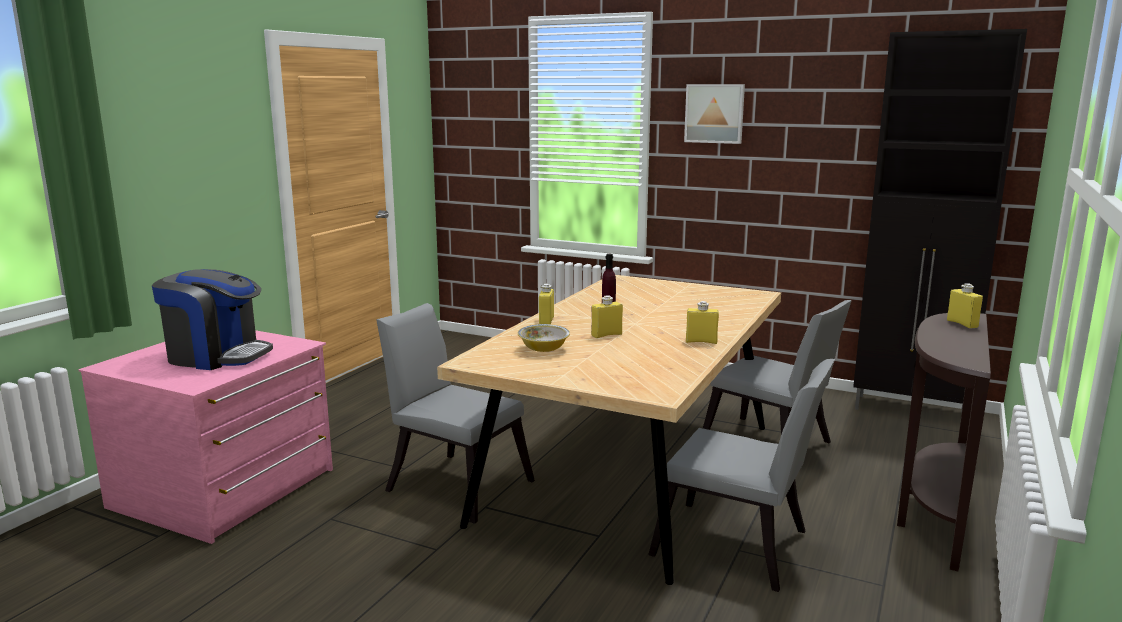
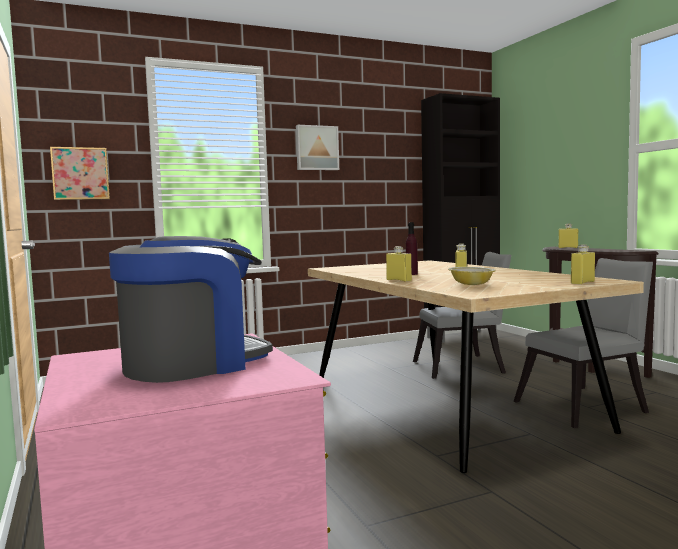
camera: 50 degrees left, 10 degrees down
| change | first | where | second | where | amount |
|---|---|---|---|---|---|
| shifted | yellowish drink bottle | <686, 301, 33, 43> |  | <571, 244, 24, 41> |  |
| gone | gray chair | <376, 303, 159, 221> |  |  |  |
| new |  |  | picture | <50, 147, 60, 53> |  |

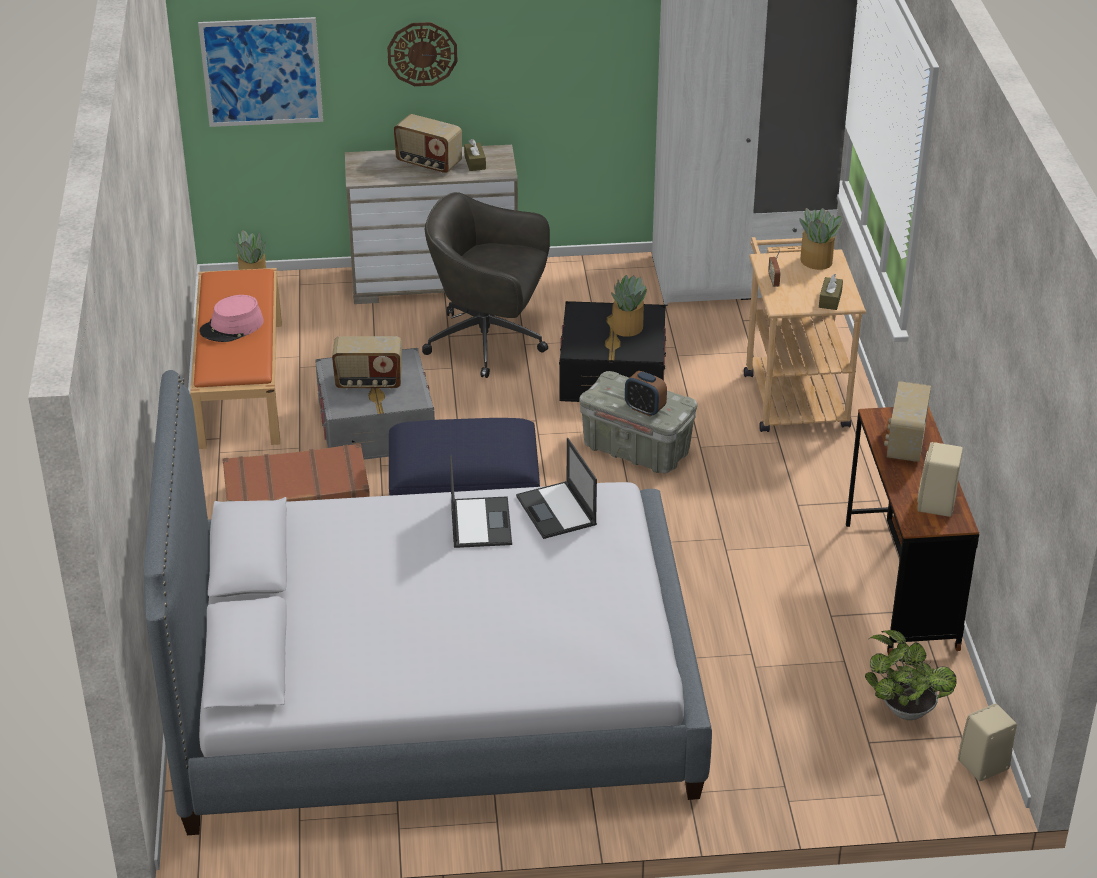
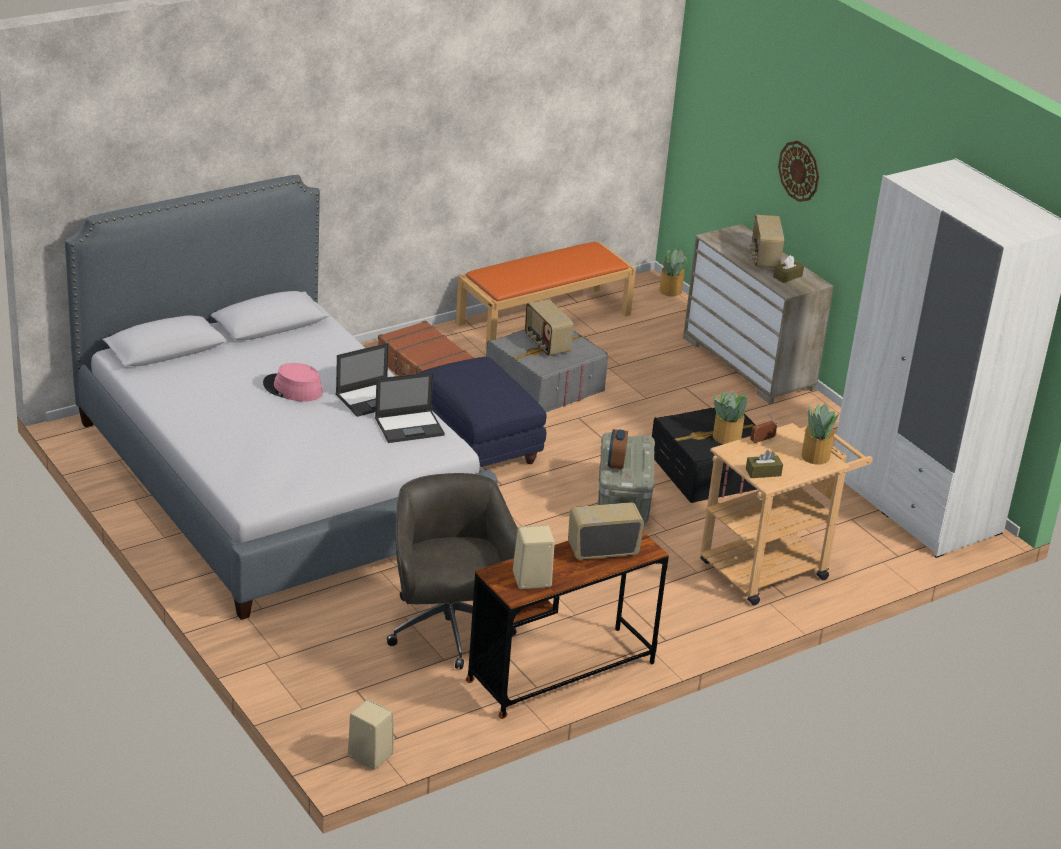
camera: 60 degrees right, 5 degrees down
| change | first | where | second | where | amount |
|---|---|---|---|---|---|
| gone | picture | <198, 17, 125, 110> |  |  |  |
| shifted | gray computer chair | <422, 192, 128, 186> |  | <387, 473, 131, 197> |  |
| shifted | pinkish clothing hat | <200, 295, 64, 47> |  | <263, 363, 60, 39> |  |
| rotated | notebook computer | <516, 438, 81, 101> |  | <375, 372, 70, 71> | 150 degrees counterclockwise |
| gone | potted plant | <865, 630, 92, 90> |  |  |  |

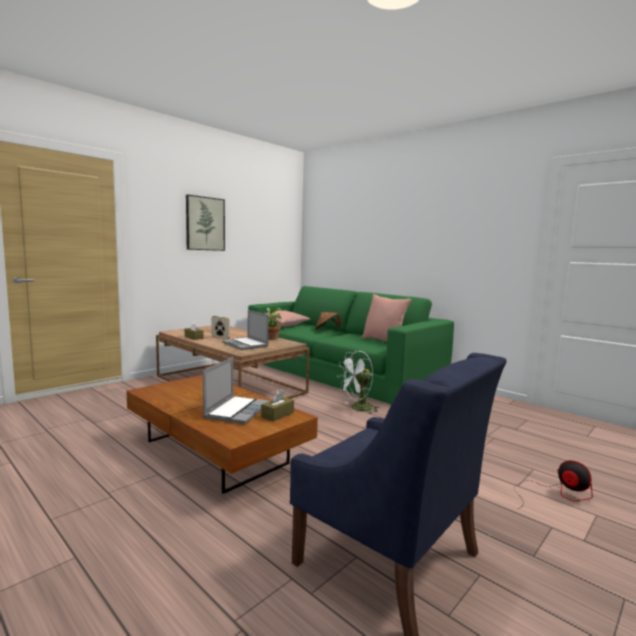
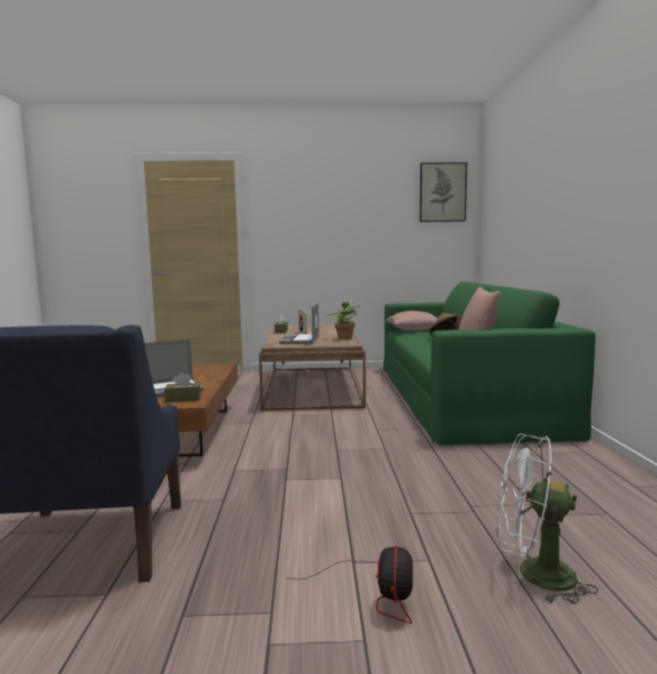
camera: 45 degrees right, 0 degrees up
| change | first | where | second | where | amount |
|---|---|---|---|---|---|
| shifted | picture | <186, 194, 39, 57> |  | <420, 162, 47, 60> |  |
| shifted | white-coloured cooling fan | <337, 351, 43, 63> |  | <497, 434, 101, 170> |  |

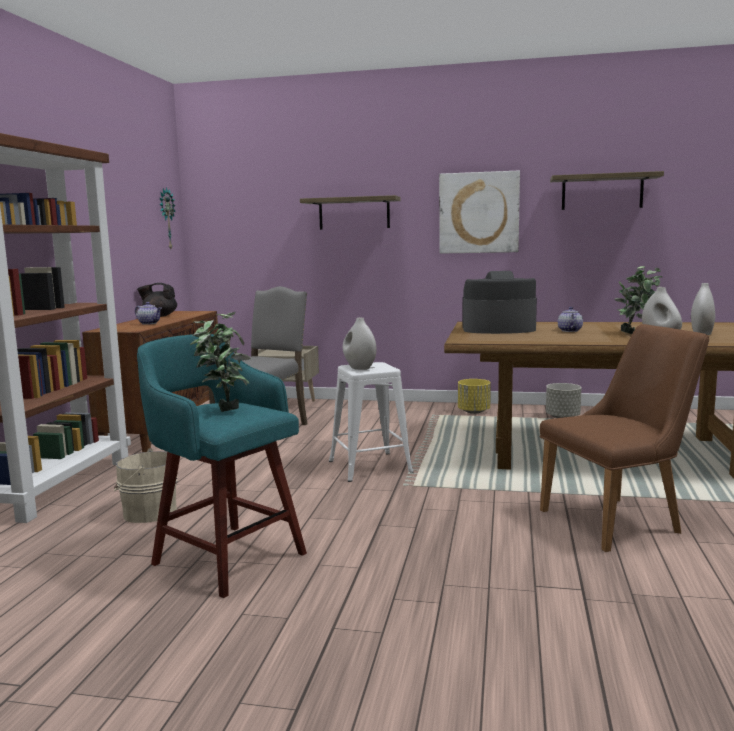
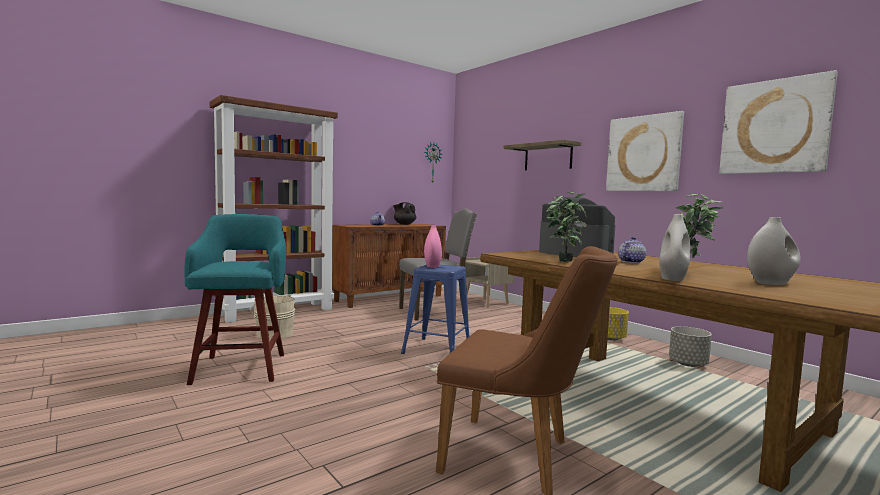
camera: 40 degrees right, 5 degrees down
| change | first | where | second | where | amount |
|---|---|---|---|---|---|
| swapped | wall shelf | <550, 171, 114, 39> | picture | <719, 70, 119, 104> |  |
| shifted | potted plant | <190, 312, 61, 100> |  | <546, 192, 41, 70> |  |
| repainted | white-coloured flower vase | <343, 318, 34, 52> | pinkish flower vase | <424, 226, 18, 42> |  |
| repainted | white-coloured sitting stool | <329, 362, 85, 120> | blue-coloured sitting stool | <401, 265, 68, 89> |  |

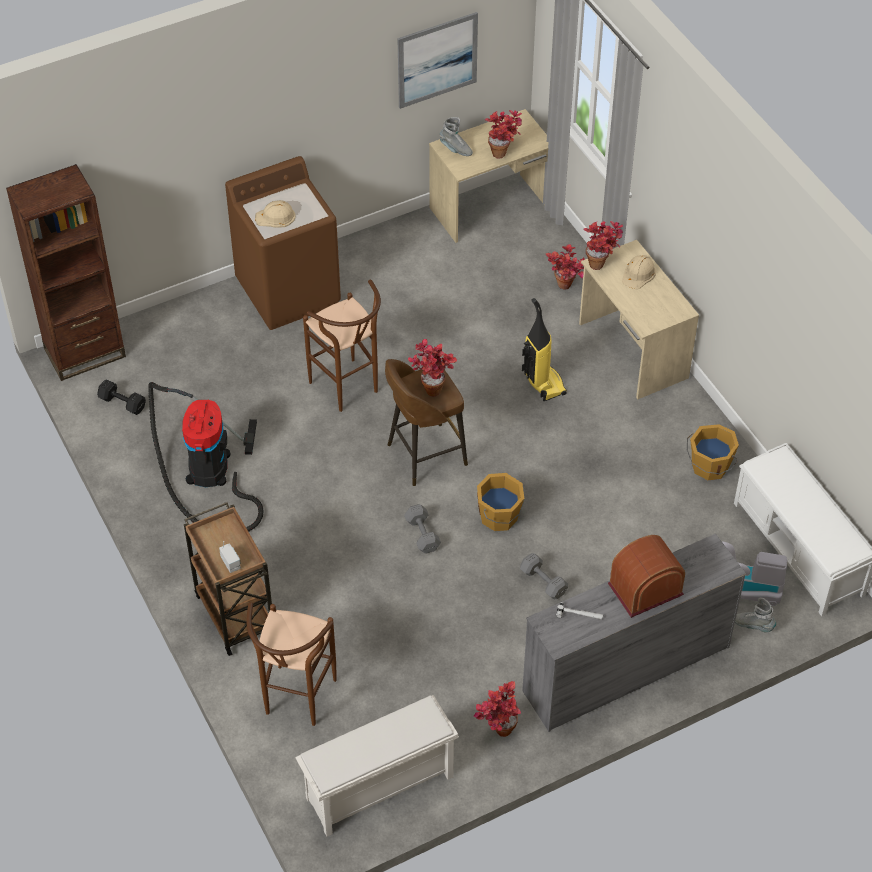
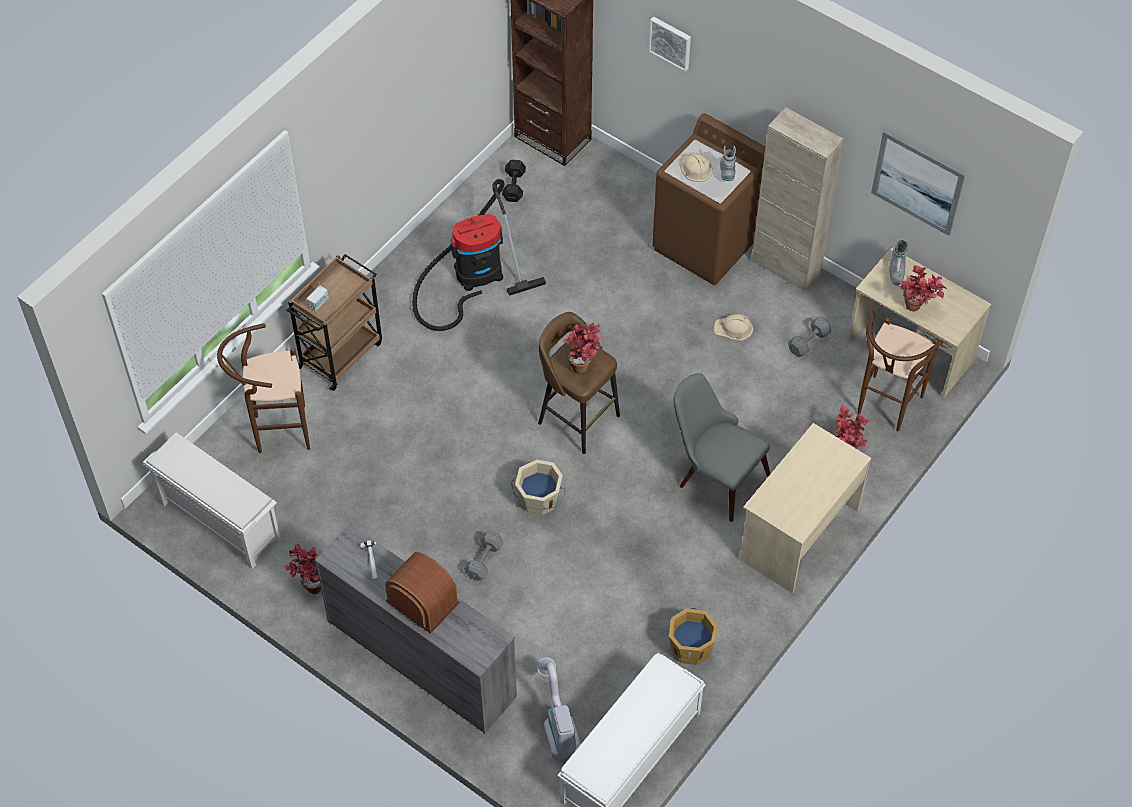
camera: 65 degrees right, 5 degrees up
| change | first | where | second | where | amount |
|---|---|---|---|---|---|
| gone | potted plant | <584, 221, 39, 49> |  |  |  |
| shifted | beige-coloured hard hat | <622, 255, 34, 34> |  | <714, 314, 39, 27> |  |
| shifted | brown-coloured sitting stool | <303, 280, 78, 132> |  | <857, 311, 86, 120> |  |
| swapped | hoover | <522, 298, 45, 103> | gray chair | <673, 373, 97, 149> |  |
| repainted | orange bucket | <477, 473, 47, 58> | beige-coloured bucket | <511, 460, 55, 55> |  |
| shifted | gray hand weight | <404, 504, 37, 50> |  | <788, 317, 43, 40> |  |
| shifted | gray tall boot | <735, 597, 41, 36> |  | <720, 146, 16, 35> |  |
| new |  |  | picture | <649, 17, 42, 55> |  |
| new |  |  | beige-coloured cabinet | <752, 107, 92, 185> |  |

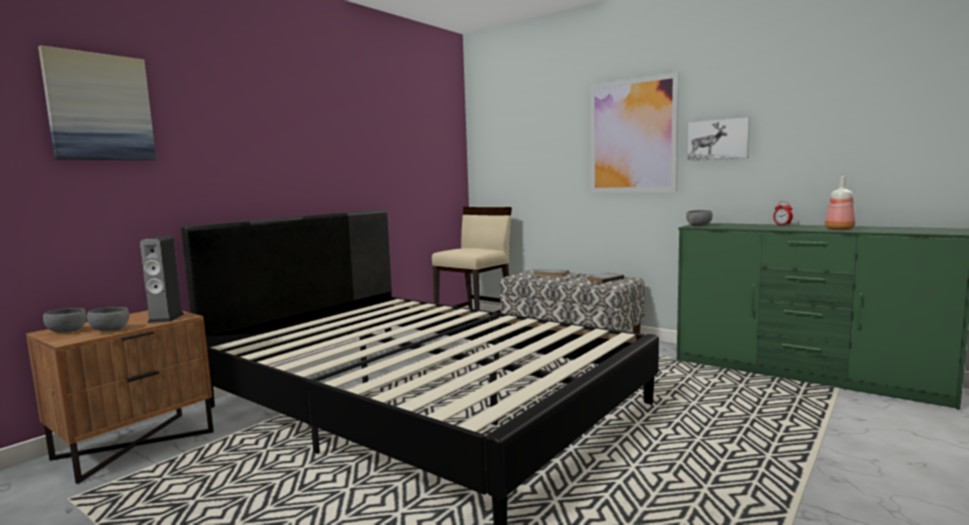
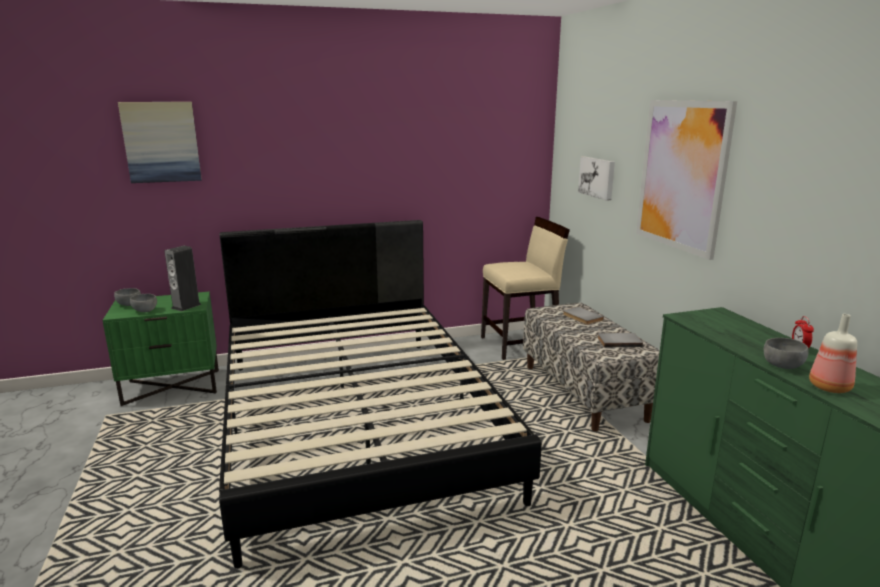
camera: 35 degrees right, 10 degrees up
| change | first | where | second | where | amount |
|---|---|---|---|---|---|
| shifted | picture | <687, 117, 63, 44> |  | <578, 157, 37, 44> |  |
| shifted | gray serving bowl | <686, 210, 27, 16> |  | <764, 338, 45, 31> |  |
| repainted | brown-coloured night table | <26, 310, 188, 174> | green-coloured night table | <103, 291, 116, 115> |  |

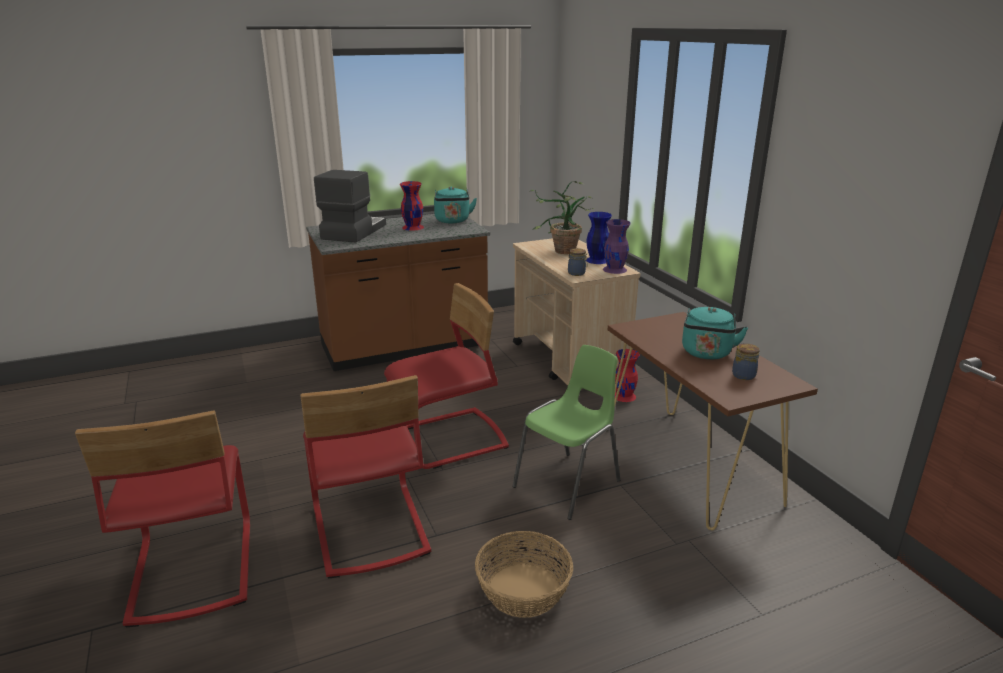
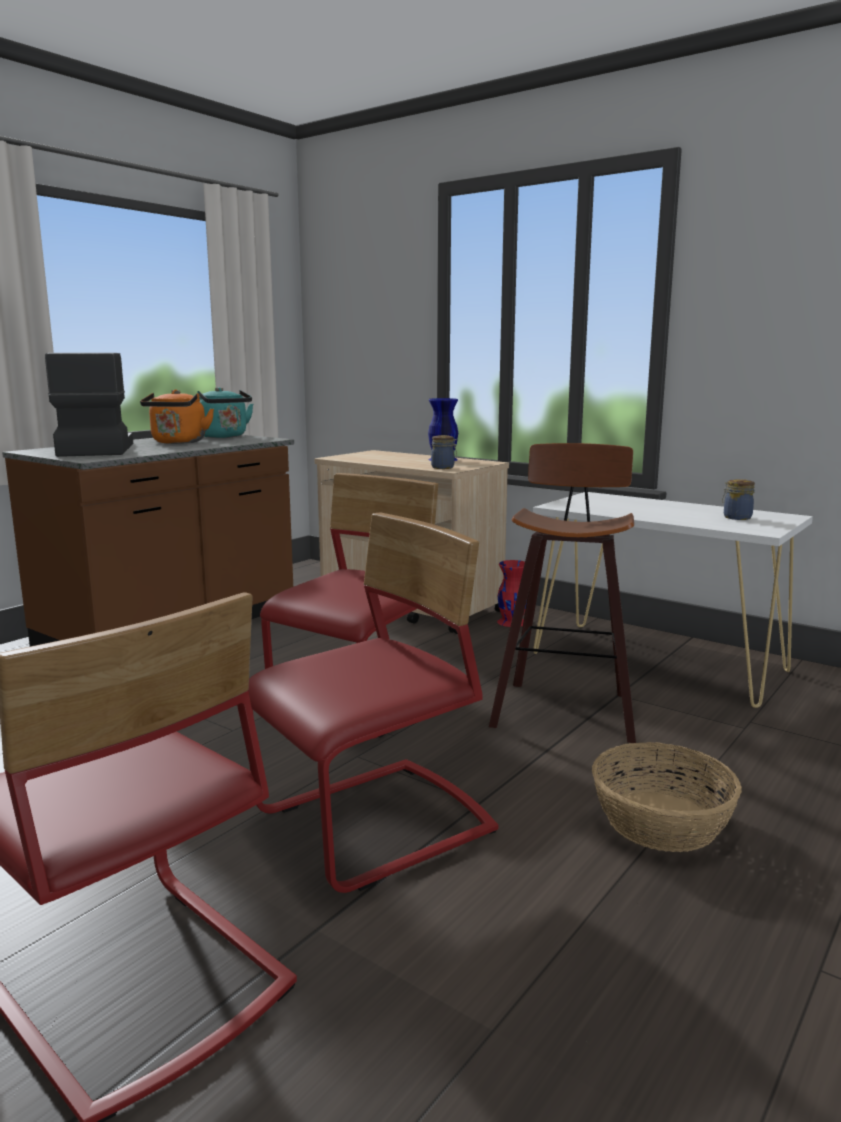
camera: 30 degrees left, 10 degrees down
| change | first | where | second | where | amount |
|---|---|---|---|---|---|
| swapped | reddish flower vase | <400, 181, 24, 50> | orange tea kettle | <140, 390, 74, 54> |  |
| gone | potted plant | <529, 181, 65, 73> |  |  |  |
| gone | purple flower vase | <603, 219, 28, 55> |  |  |  |
| gone | blue-green tea kettle | <682, 307, 66, 52> |  |  |  |
| repainted | brown-coloured hall table | <606, 312, 212, 218> | white-coloured hall table | <533, 492, 280, 216> |  |
| swapped | green-coloured chair | <512, 345, 108, 175> | sitting stool | <489, 443, 147, 300> |  |
| rotated | reddish chair | <300, 375, 131, 204> |  | <248, 512, 250, 381> | 75 degrees counterclockwise |

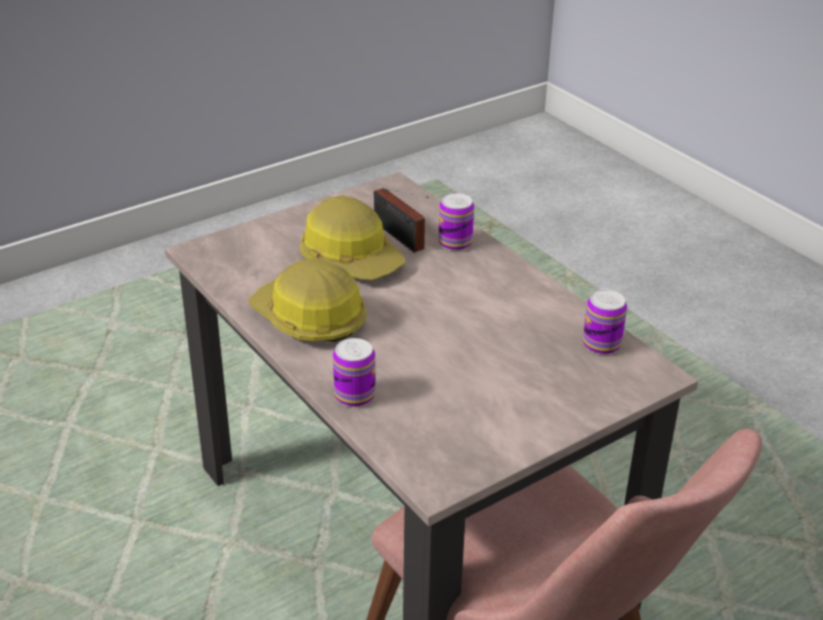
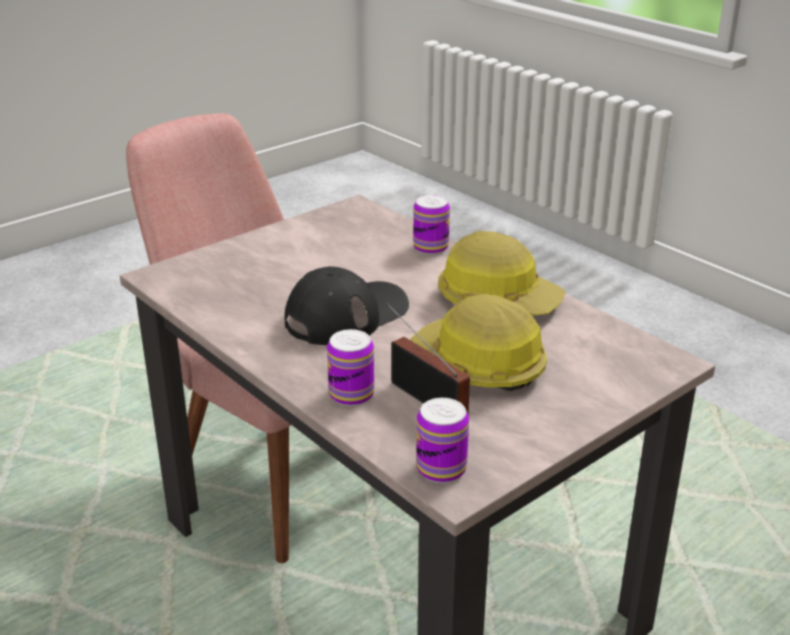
camera: 175 degrees right, 5 degrees down
| change | first | where | second | where | amount |
|---|---|---|---|---|---|
| shifted | can | <583, 290, 44, 65> |  | <416, 398, 53, 85> |  |
| new |  |  | blackish cap | <285, 266, 124, 79> |  |

